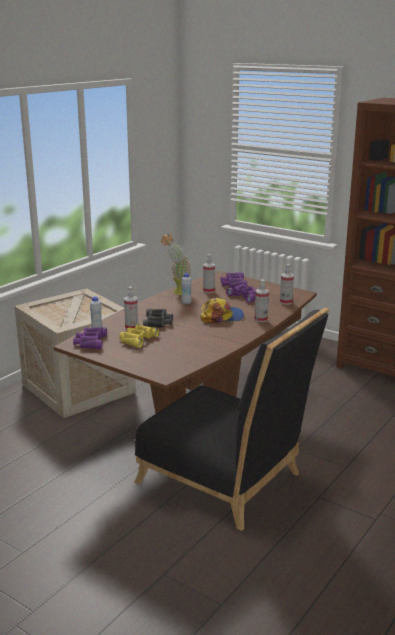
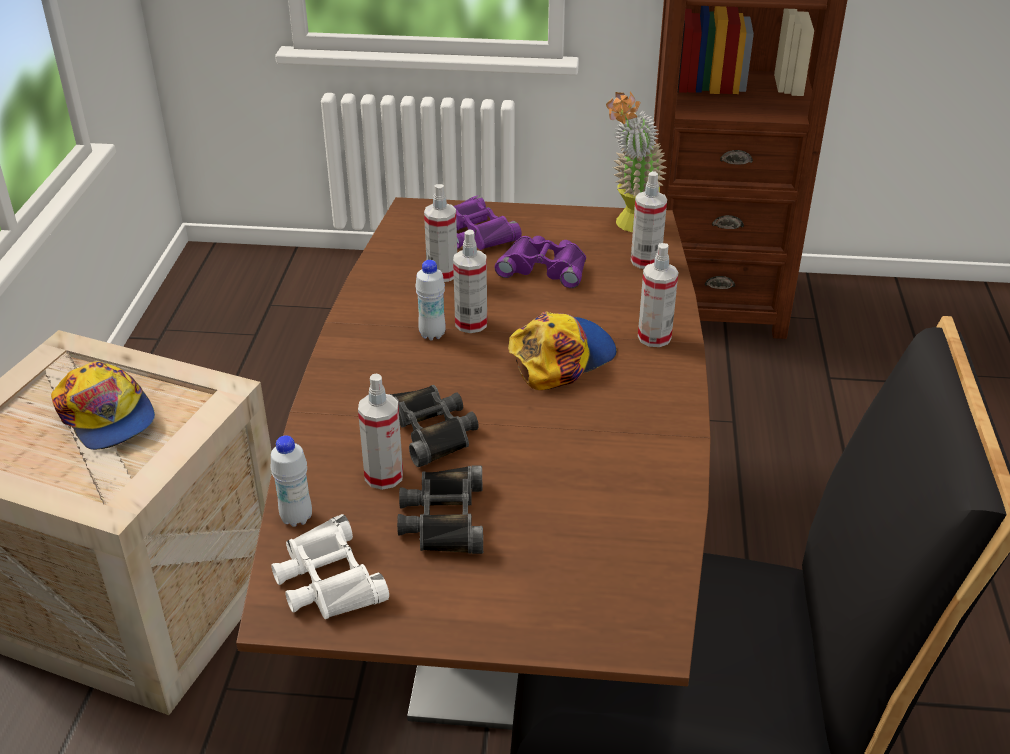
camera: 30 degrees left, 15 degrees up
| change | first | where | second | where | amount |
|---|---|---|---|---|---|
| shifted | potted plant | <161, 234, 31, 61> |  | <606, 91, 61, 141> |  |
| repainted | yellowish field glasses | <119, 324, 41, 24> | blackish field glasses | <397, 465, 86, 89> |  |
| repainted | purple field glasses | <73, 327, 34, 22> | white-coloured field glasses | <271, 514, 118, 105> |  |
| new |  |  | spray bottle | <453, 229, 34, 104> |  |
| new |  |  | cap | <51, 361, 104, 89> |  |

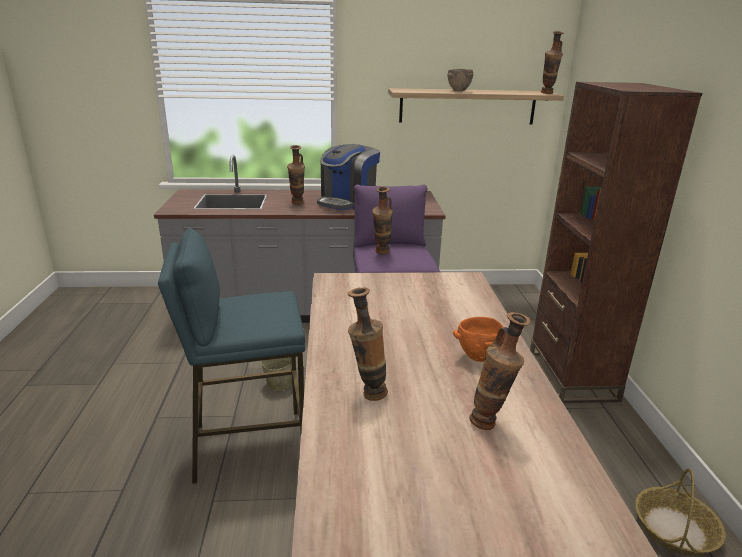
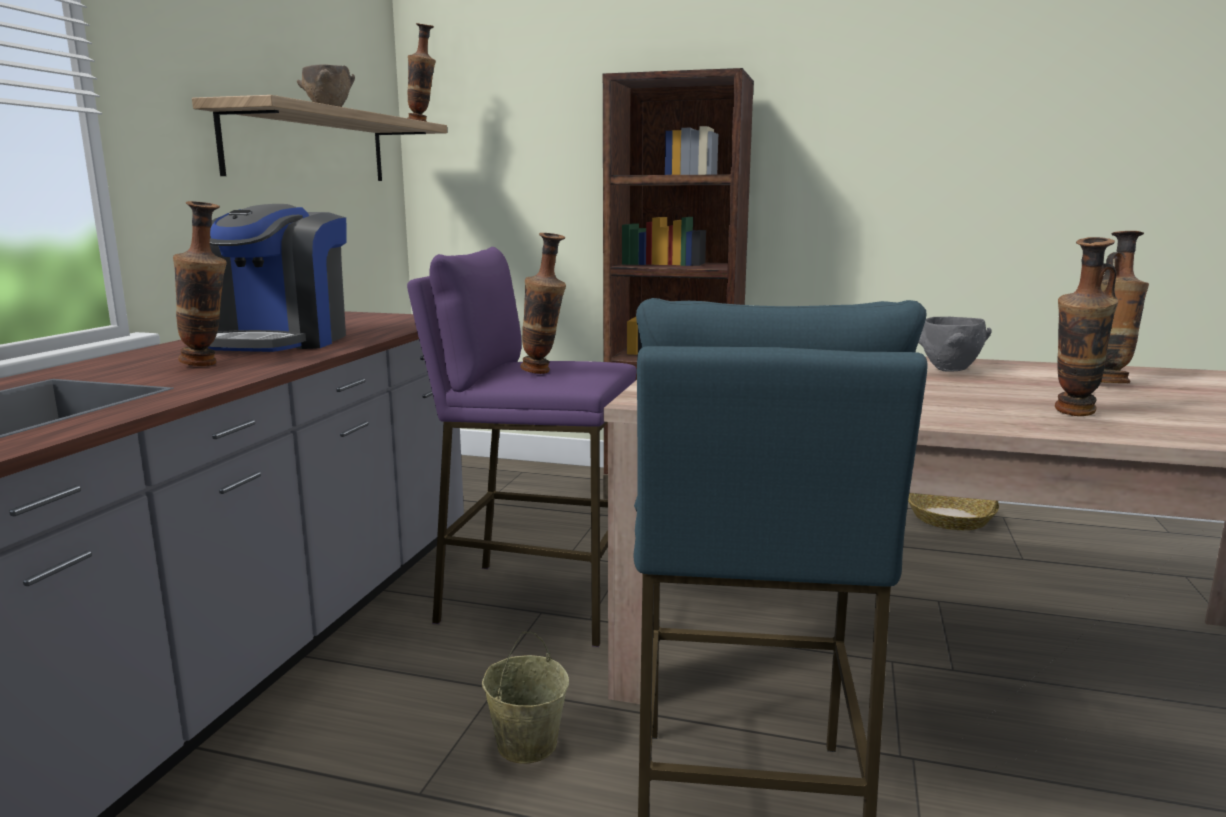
camera: 70 degrees left, 10 degrees down
| change | first | where | second | where | amount |
|---|---|---|---|---|---|
| rotated | coffee maker | <317, 144, 63, 66> |  | <208, 204, 139, 148> | 45 degrees clockwise |
| repainted | orange serving bowl | <453, 317, 51, 45> | gray serving bowl | <918, 317, 74, 54> |  |

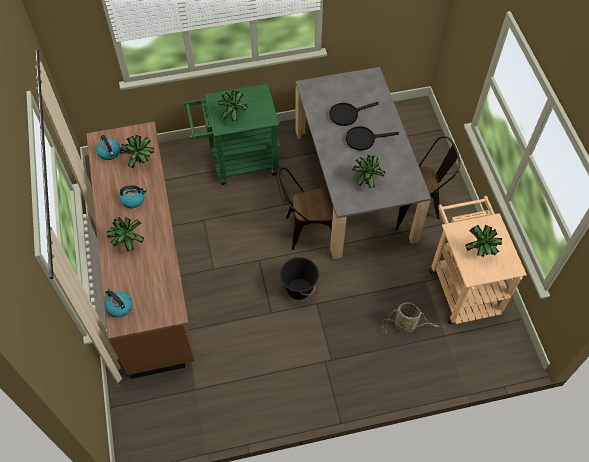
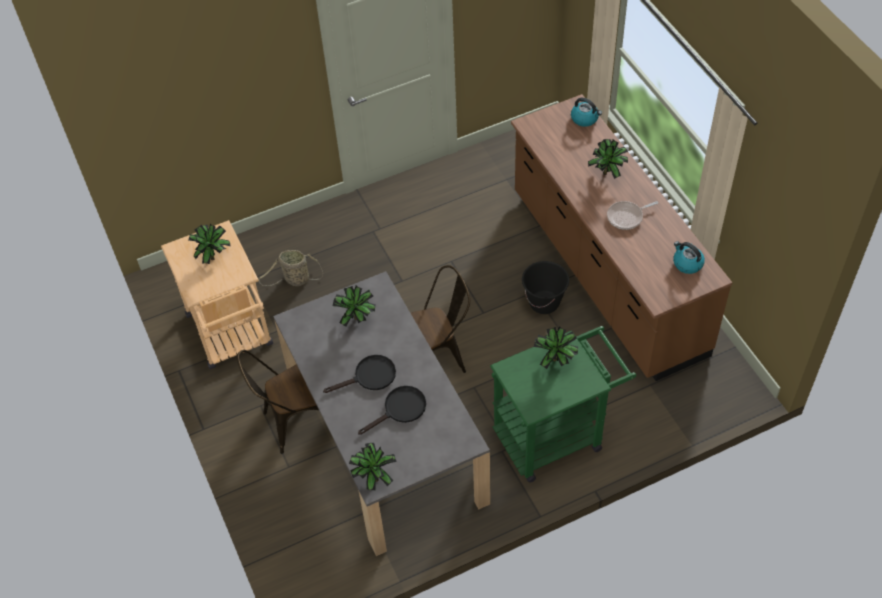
camera: 170 degrees right, 5 degrees down
| change | first | where | second | where | amount |
|---|---|---|---|---|---|
| shifted | potted plant | <120, 135, 34, 33> |  | <349, 443, 48, 47> |  |
| swapped | tea kettle | <119, 185, 28, 23> | skillet | <607, 201, 51, 29> |  |
| shifted | blackish bucket | <280, 257, 39, 43> |  | <522, 261, 47, 53> |  |

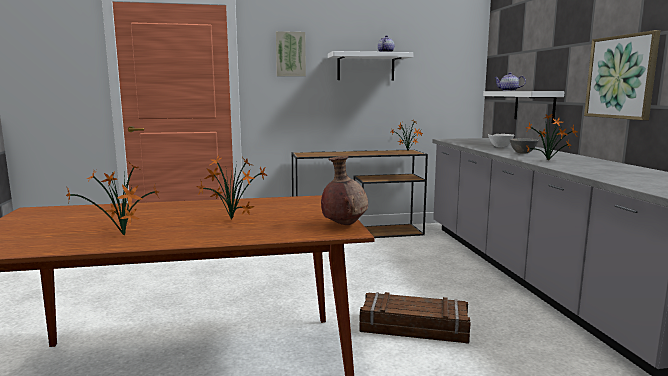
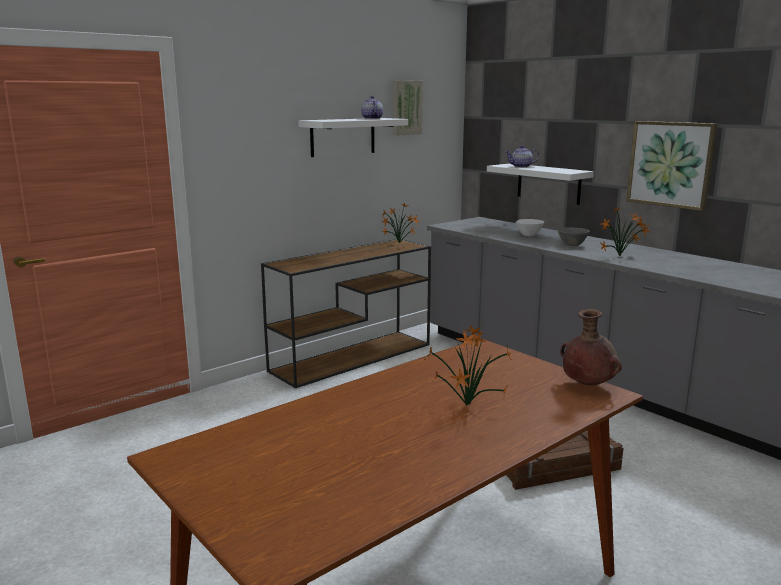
camera: 30 degrees left, 5 degrees up
| change | first | where | second | where | amount |
|---|---|---|---|---|---|
| shifted | picture | <276, 31, 30, 45> |  | <393, 80, 30, 56> |  |
| gone | potted plant | <66, 162, 94, 73> |  |  |  |

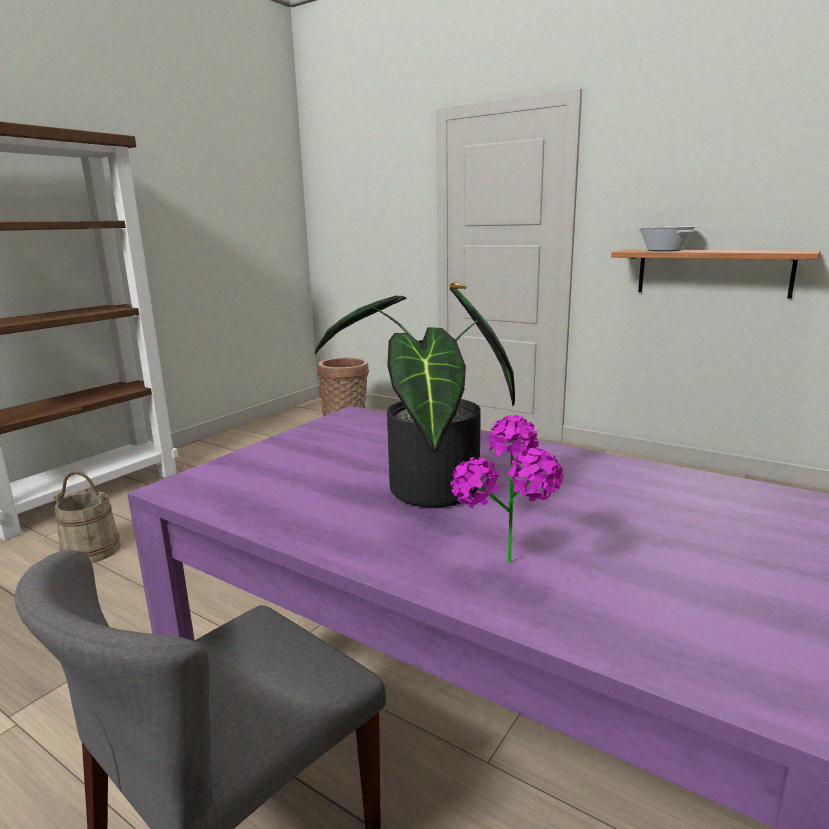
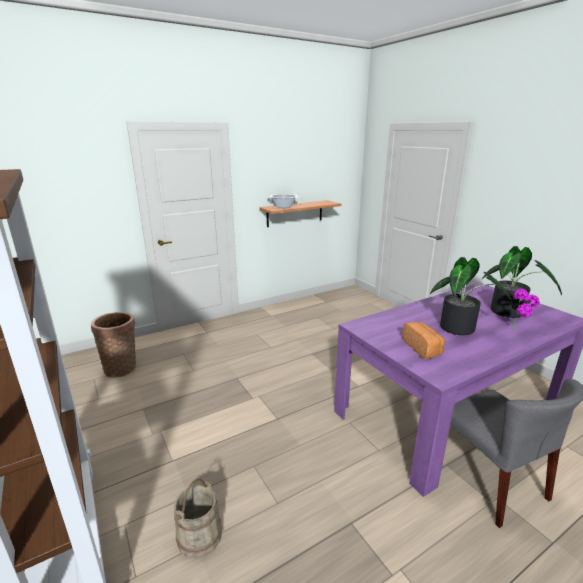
camera: 65 degrees left, 5 degrees up
| change | first | where | second | where | amount |
|---|---|---|---|---|---|
| new |  |  | potted plant | <482, 246, 80, 72> |  |
| new |  |  | bakery bread | <402, 322, 43, 37> |  |

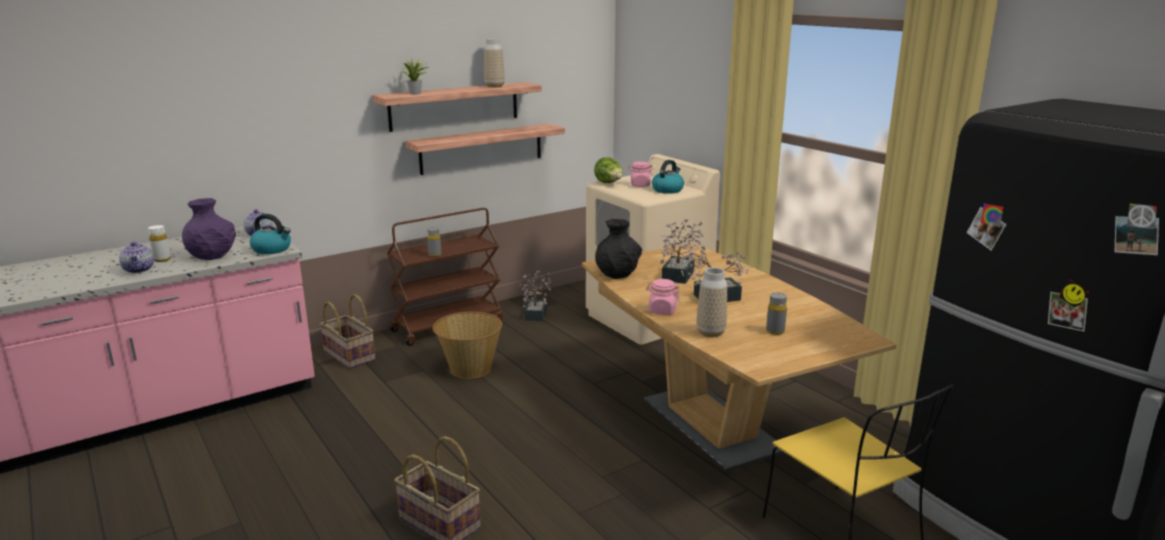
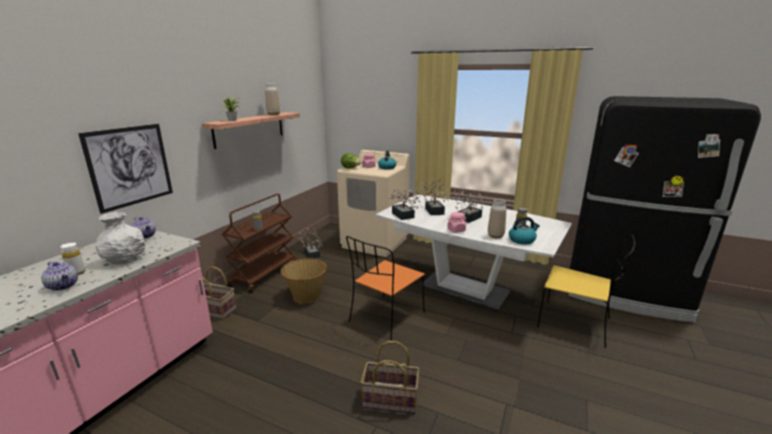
camera: 30 degrees left, 0 degrees up
| change | first | where | second | where | amount |
|---|---|---|---|---|---|
| gone | wall shelf | <405, 124, 160, 51> |  |  |  |
| repainted | purple flower vase | <182, 198, 54, 62> | white-coloured flower vase | <96, 212, 49, 53> |  |
| shifted | tea kettle | <250, 214, 41, 40> |  | <509, 216, 31, 29> |  |
| swapped | blackish flower vase | <595, 219, 47, 60> | potted plant | <388, 189, 34, 31> |  |
| repainted | brown-coloured dining table | <582, 243, 314, 229> | white-coloured dining table | <375, 194, 197, 117> |  |
| new |  |  | picture | <78, 124, 95, 90> |  |
| new |  |  | orange chair | <346, 236, 79, 105> |  |

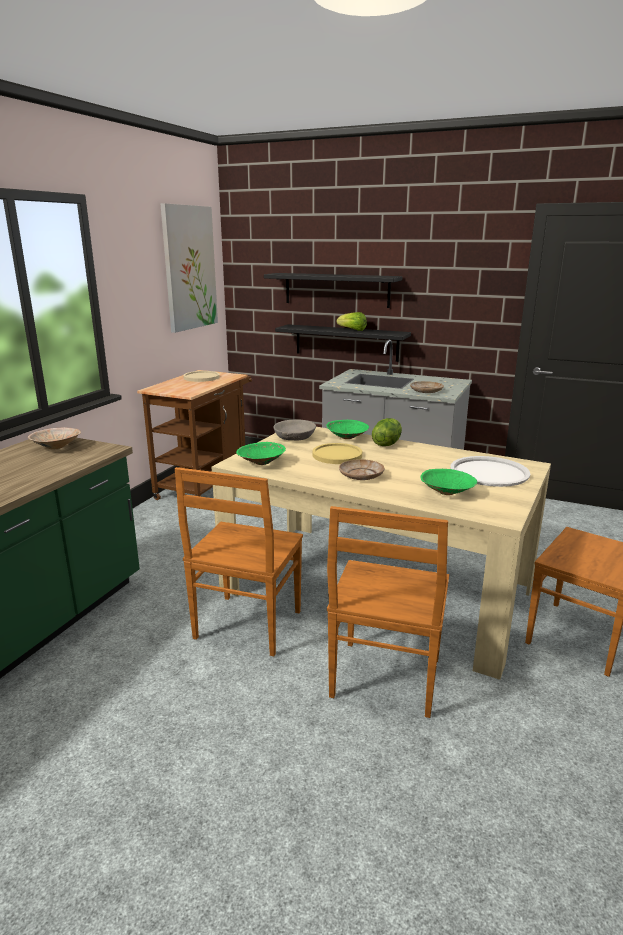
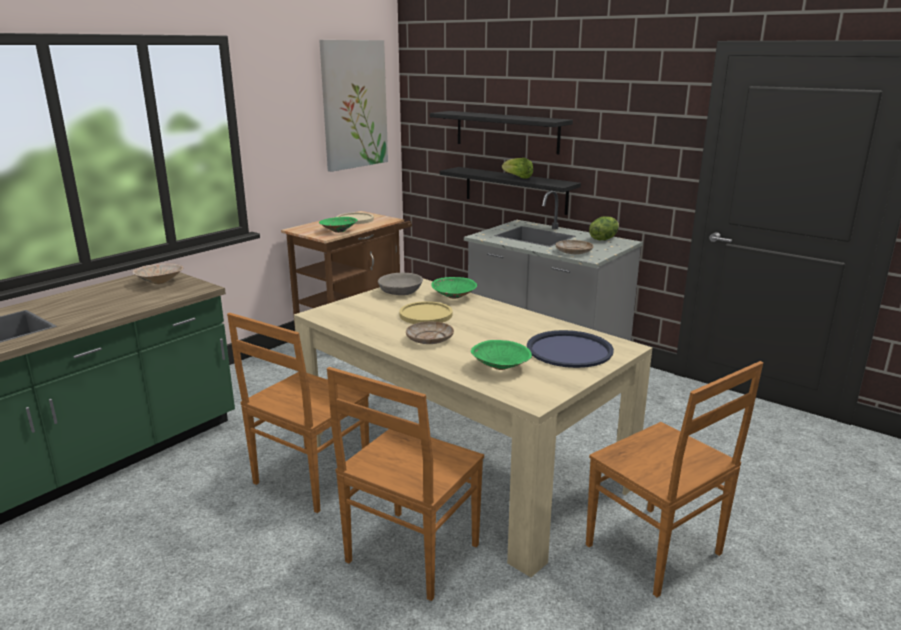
camera: 15 degrees right, 0 degrees up
| change | first | where | second | where | amount |
|---|---|---|---|---|---|
| shifted | lettuce head | <372, 418, 30, 28> |  | <589, 216, 30, 24> |  |
| shifted | green-coloured serving bowl | <236, 442, 50, 23> |  | <319, 217, 39, 16> |  |
| repainted | white-coloured serving tray | <450, 456, 80, 31> | blue-coloured serving tray | <527, 330, 87, 38> |  |

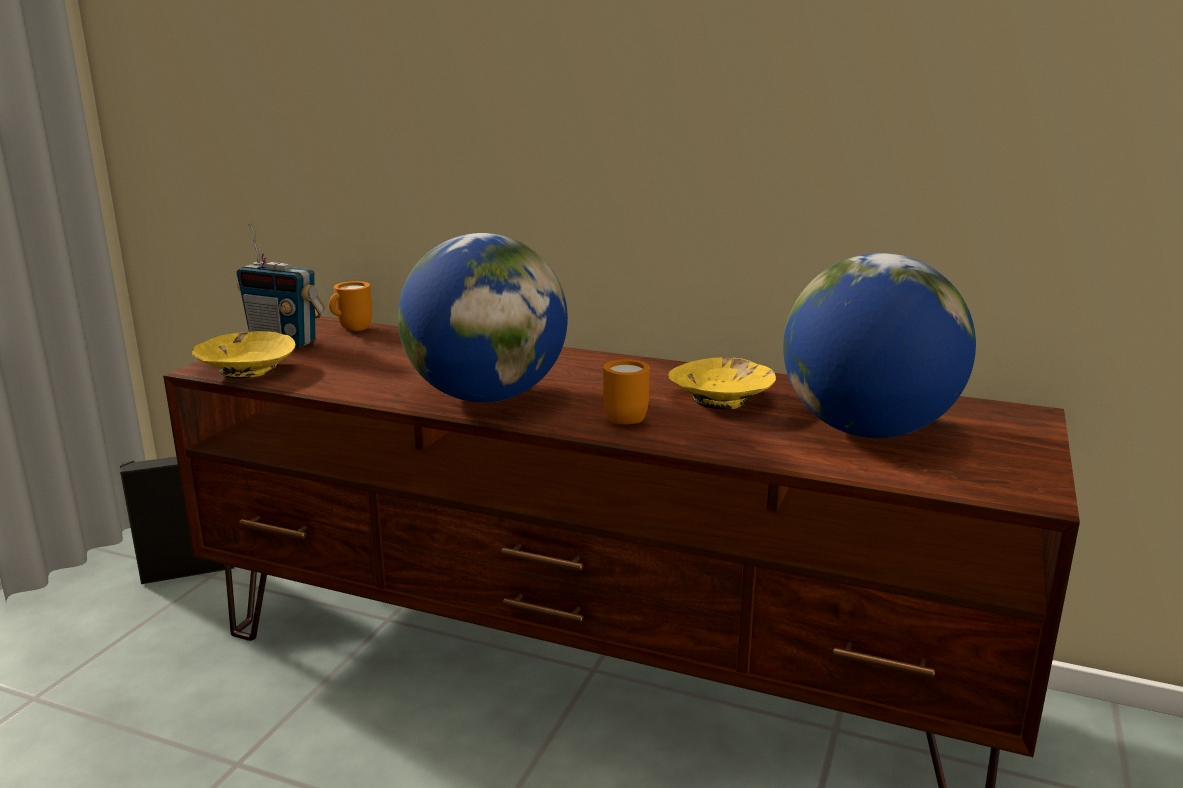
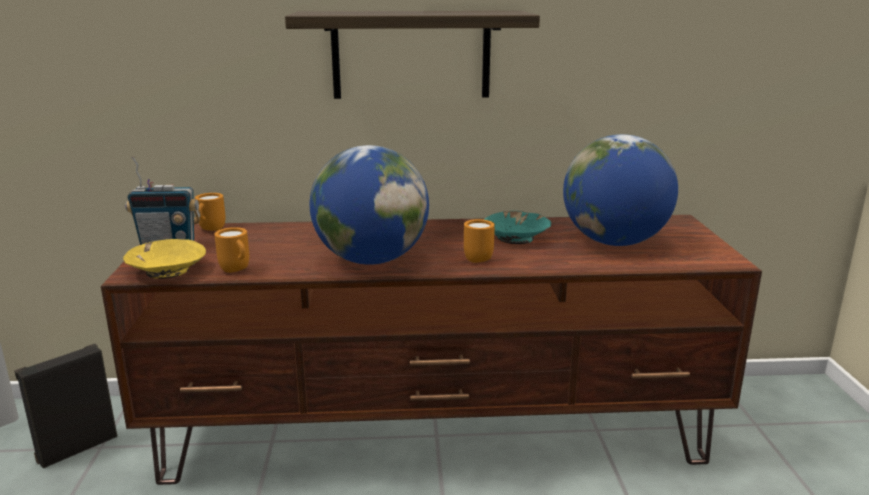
camera: 25 degrees left, 0 degrees up
| change | first | where | second | where | amount |
|---|---|---|---|---|---|
| repainted | yellowish serving bowl | <668, 357, 108, 53> | blue-green serving bowl | <484, 211, 67, 33> |  |
| new |  |  | wall shelf | <285, 11, 255, 88> |  |
| new |  |  | orange coffee mug | <214, 227, 35, 46> |  |

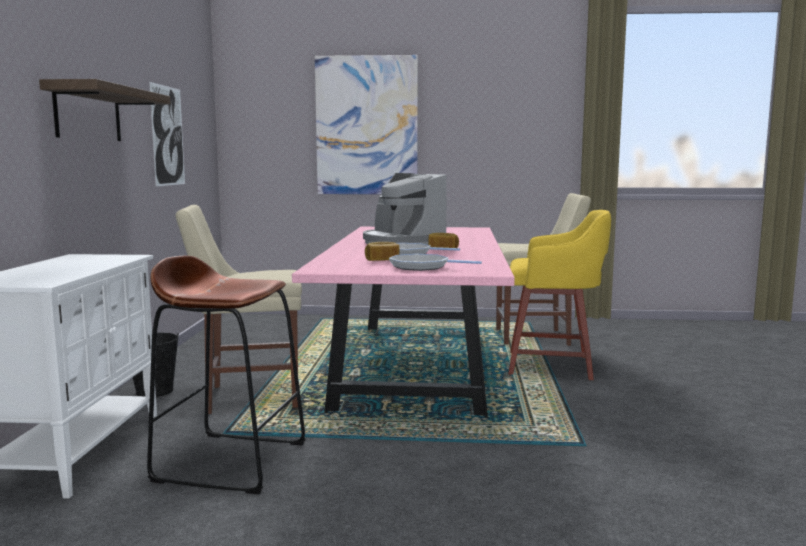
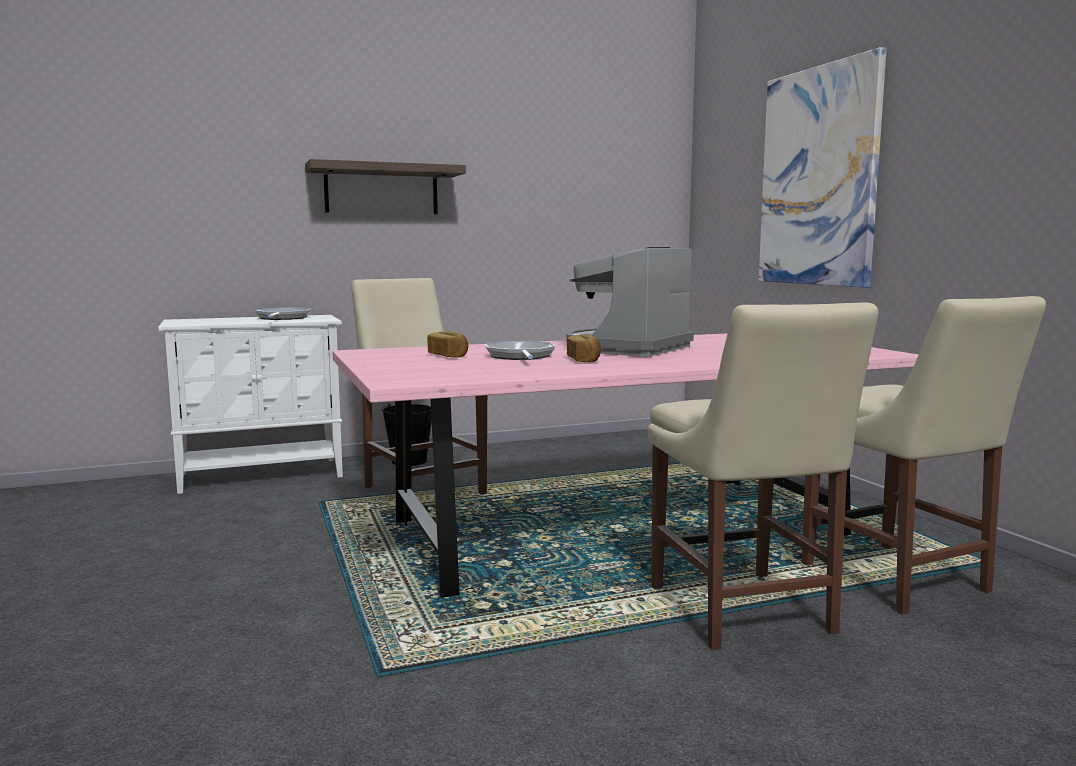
camera: 65 degrees right, 0 degrees up
| change | first | where | second | where | amount |
|---|---|---|---|---|---|
| gone | picture | <149, 82, 36, 104> |  |  |  |
| swapped | yellowish sitting stool | <508, 210, 103, 170> | beige-coloured chair | <648, 302, 230, 348> |  |
| shifted | skillet | <389, 254, 93, 17> |  | <255, 308, 56, 12> |  |
| gone | brown-coloured sitting stool | <147, 256, 158, 238> |  |  |  |

